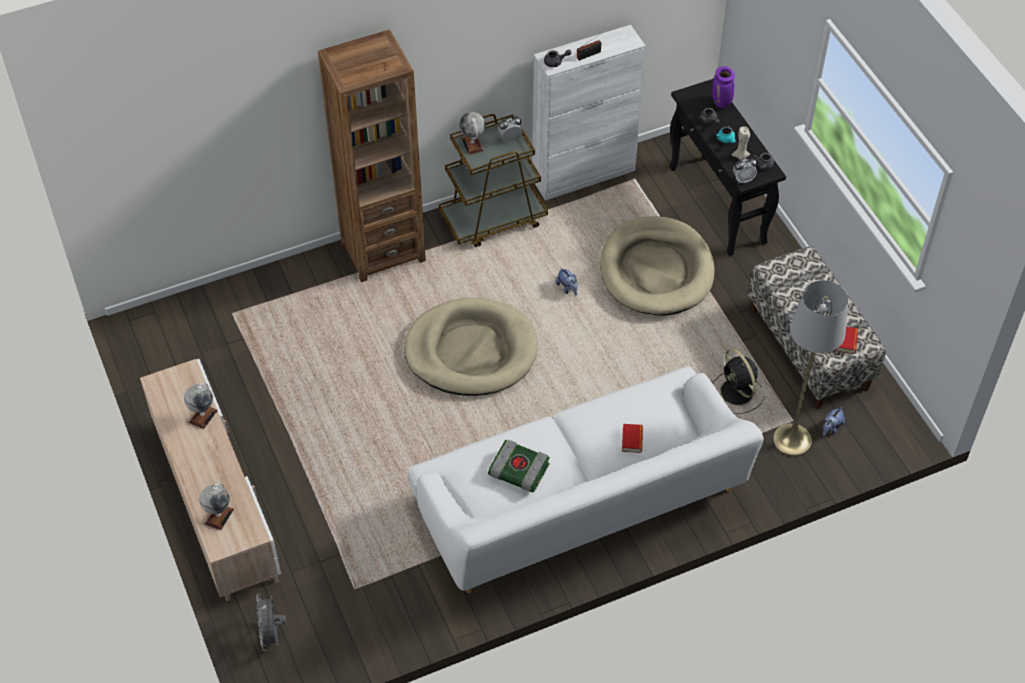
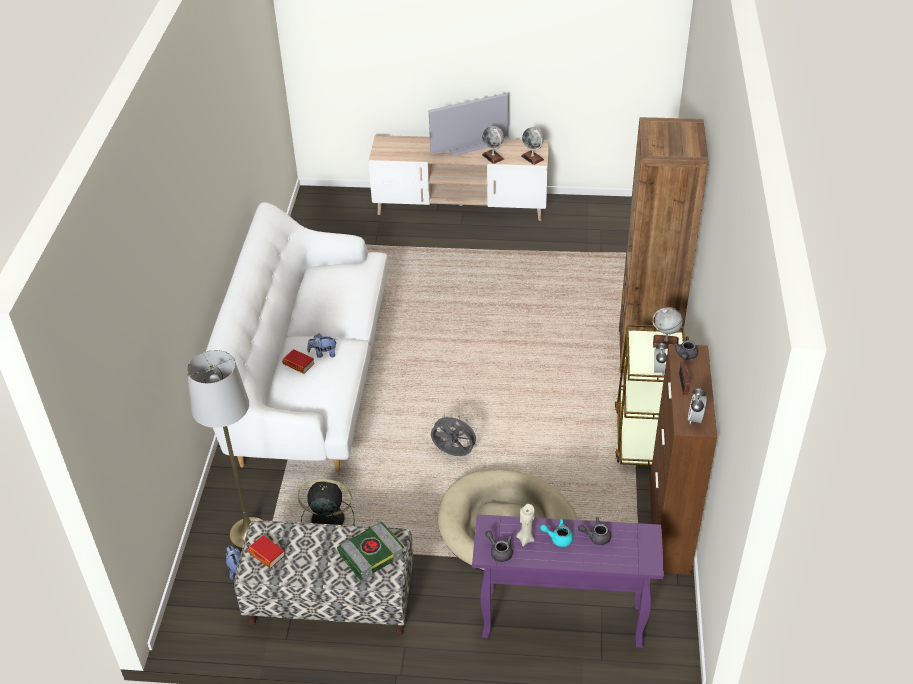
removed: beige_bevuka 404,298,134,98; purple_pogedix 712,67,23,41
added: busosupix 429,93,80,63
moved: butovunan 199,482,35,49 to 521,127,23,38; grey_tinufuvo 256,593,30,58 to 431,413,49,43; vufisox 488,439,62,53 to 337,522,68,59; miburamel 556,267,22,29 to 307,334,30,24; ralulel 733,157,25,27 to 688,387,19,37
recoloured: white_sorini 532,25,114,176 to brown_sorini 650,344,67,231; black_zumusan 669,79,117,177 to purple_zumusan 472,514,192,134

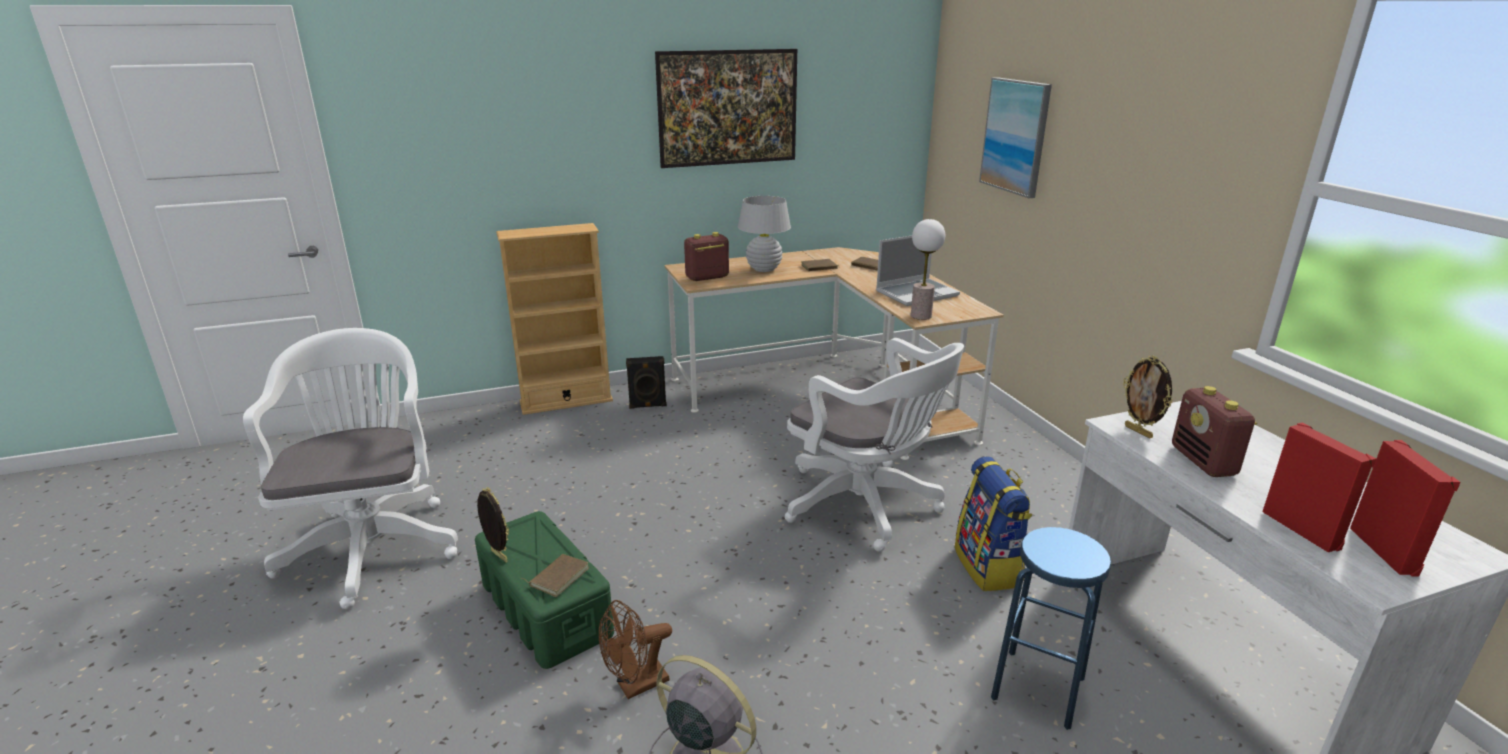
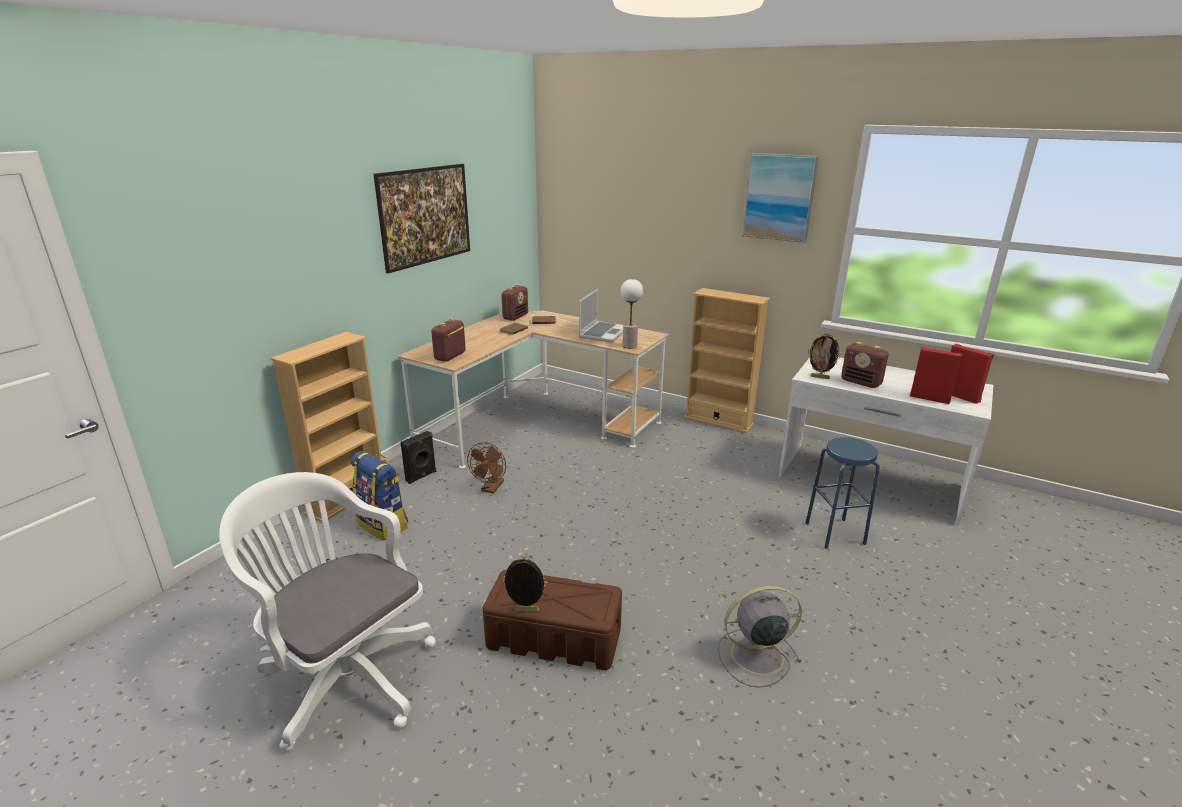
removed: brown_vufisox 521,554,68,43; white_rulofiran 738,196,53,76; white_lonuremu 785,338,179,214
added: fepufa 501,284,27,37; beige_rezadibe 684,288,86,145
moved: brown_tinufuvo 599,600,73,99 to 467,442,39,51; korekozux 955,456,77,135 to 351,451,57,89; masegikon 979,77,73,121 to 742,153,77,90
recoloured: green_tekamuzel 475,511,139,158 to brown_tekamuzel 483,570,139,100

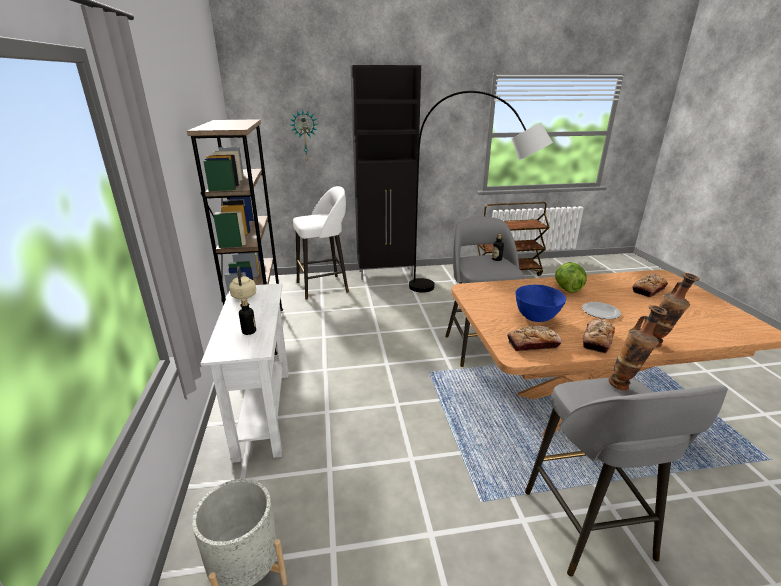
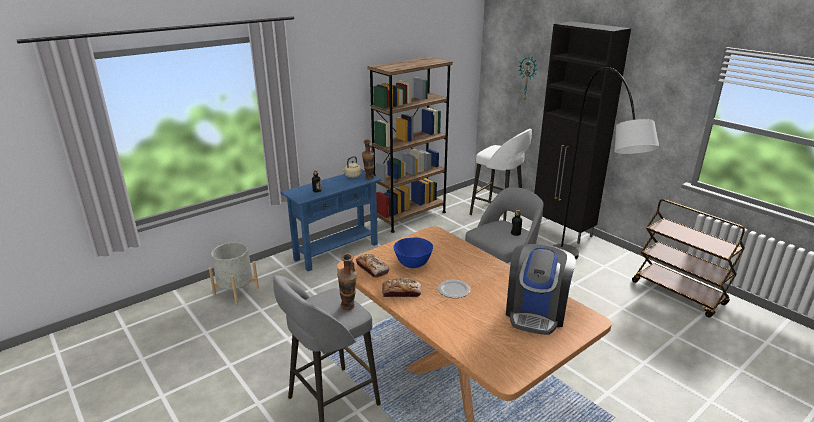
removed: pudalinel 555,262,32,31
moved: pogedix 653,273,47,74 to 362,140,12,39
replaced: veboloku 632,274,36,23 to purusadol 506,244,70,91
recoloured: white_zumusan 200,283,89,180 to blue_zumusan 281,169,100,102

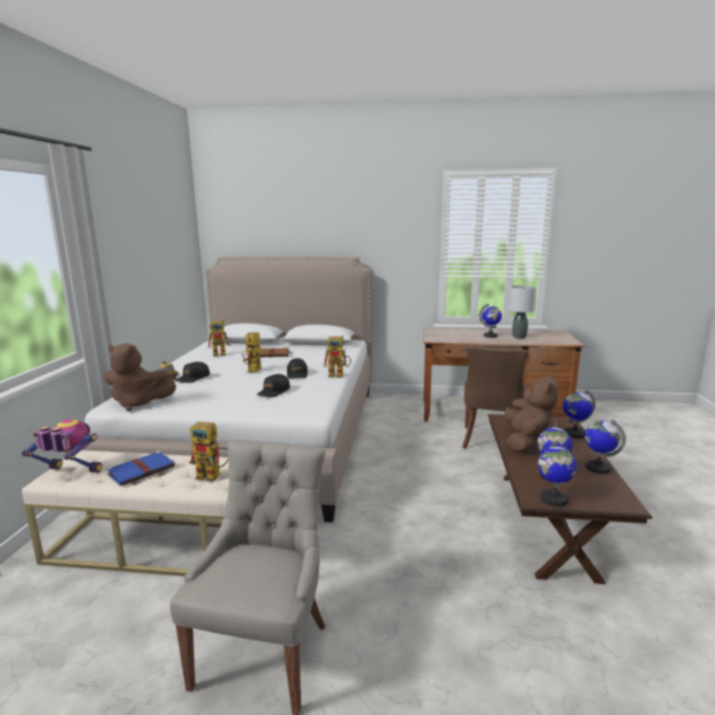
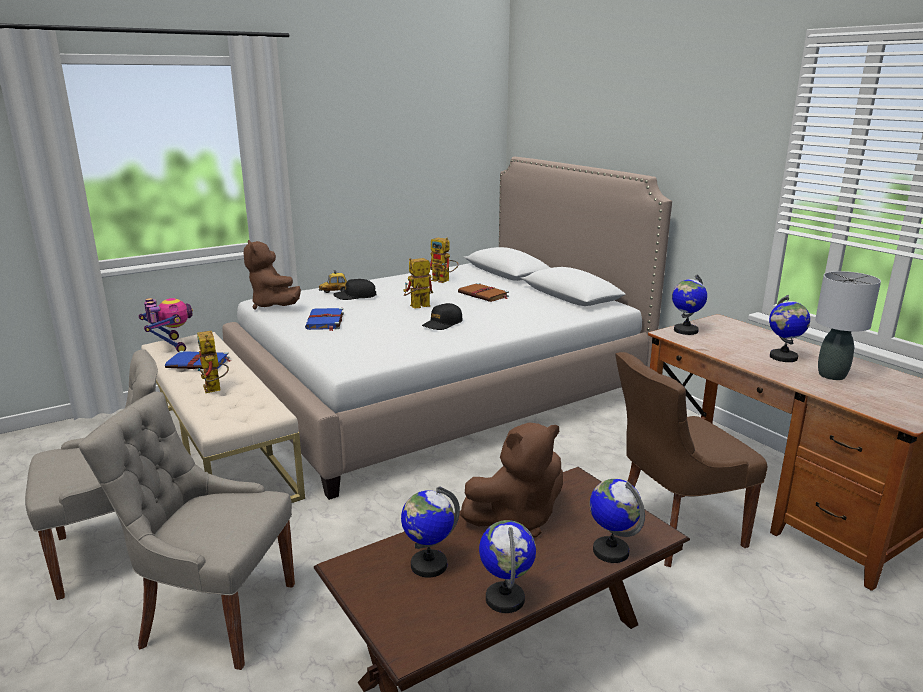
removed: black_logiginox 257,374,33,23; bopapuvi 323,335,28,43
added: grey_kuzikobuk 78,392,217,278; blue_vufisox 305,308,39,23
moved: butovunan 538,441,39,66 to 672,275,35,60

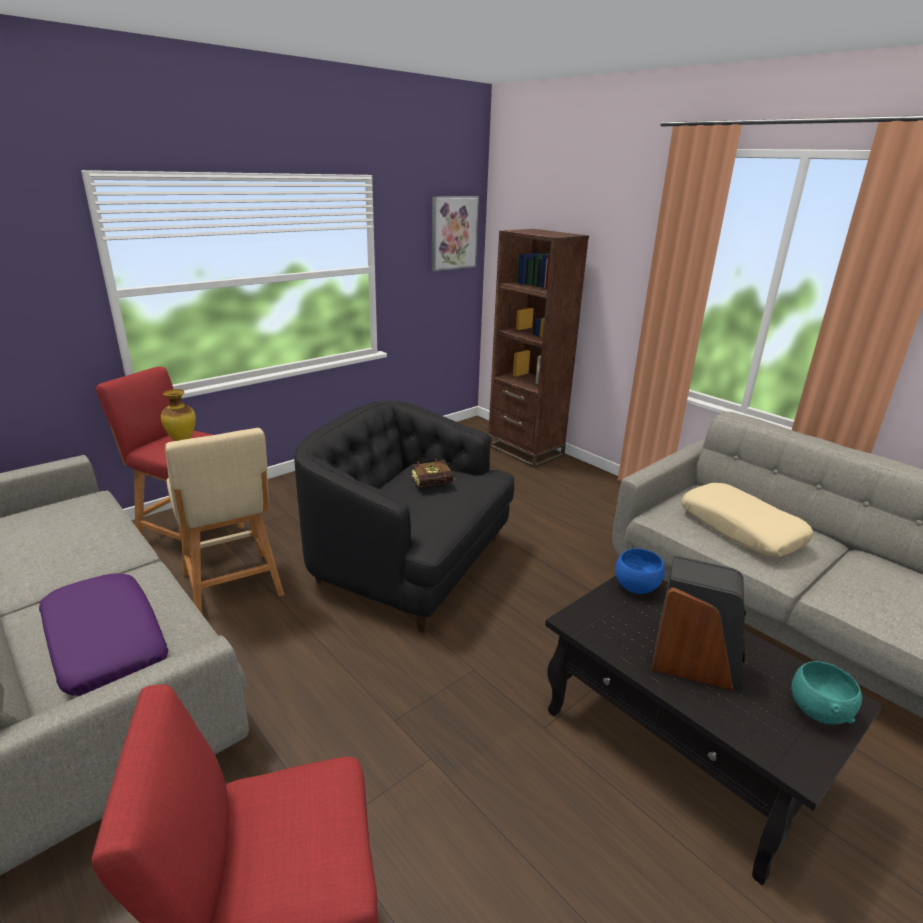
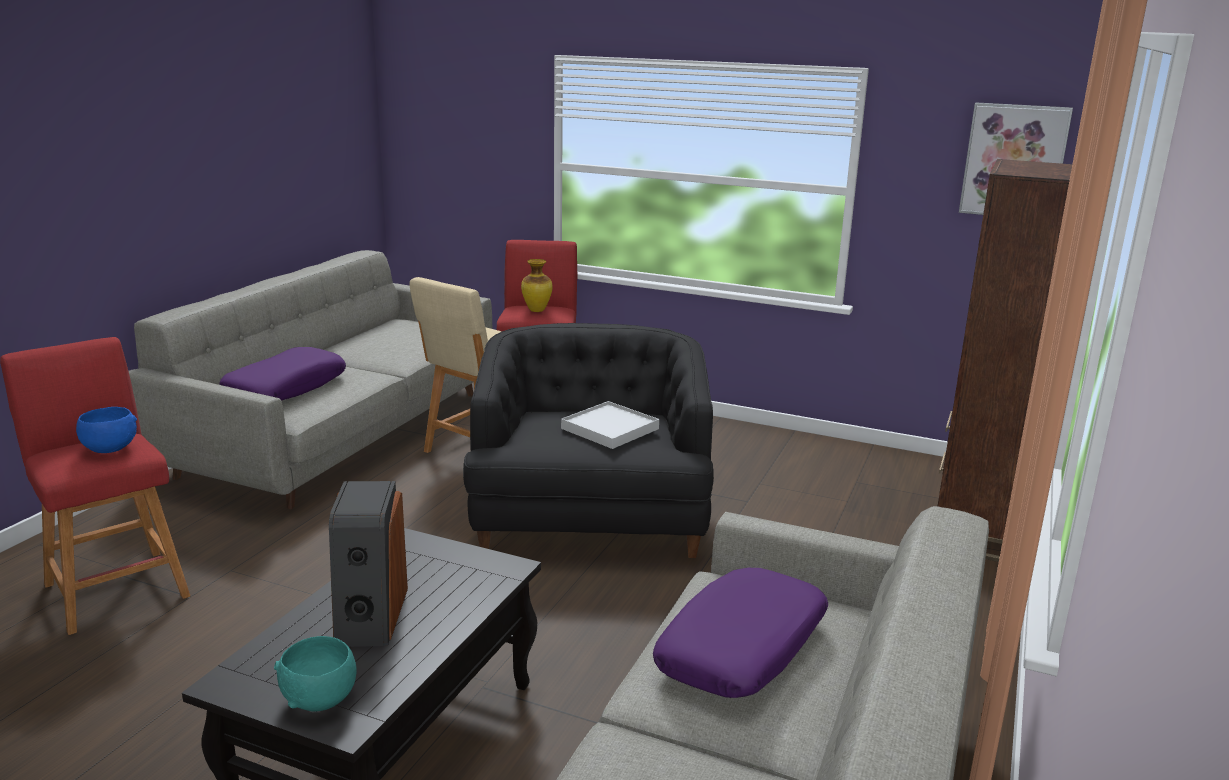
moved: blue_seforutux 615,549,50,45 to 76,407,61,46
replaced: vufisox 412,459,41,28 to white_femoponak 561,401,98,48
recoloured: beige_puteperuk 681,483,132,74 to purple_puteperuk 653,568,175,130

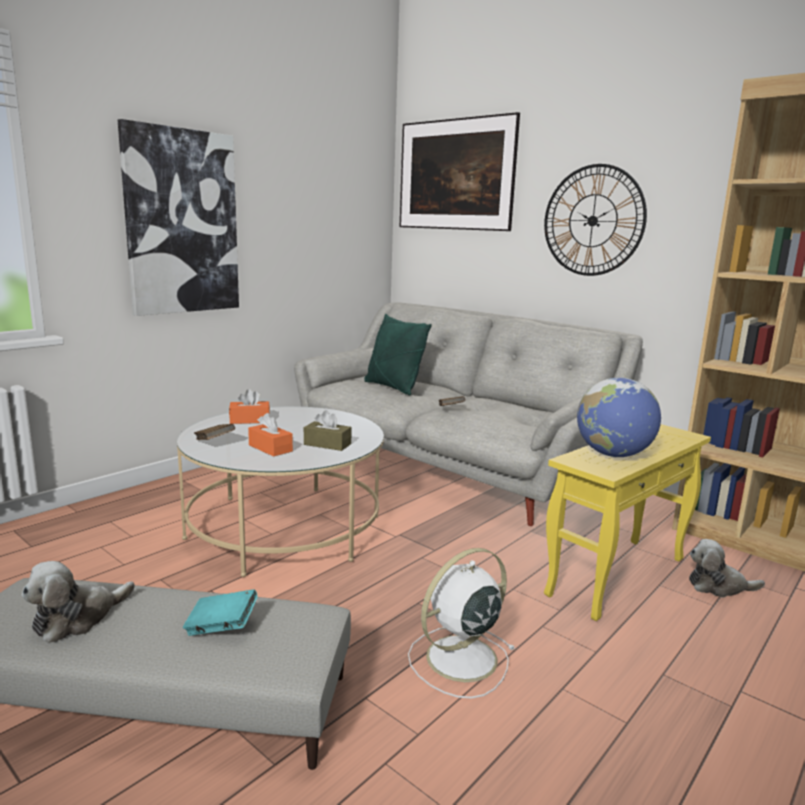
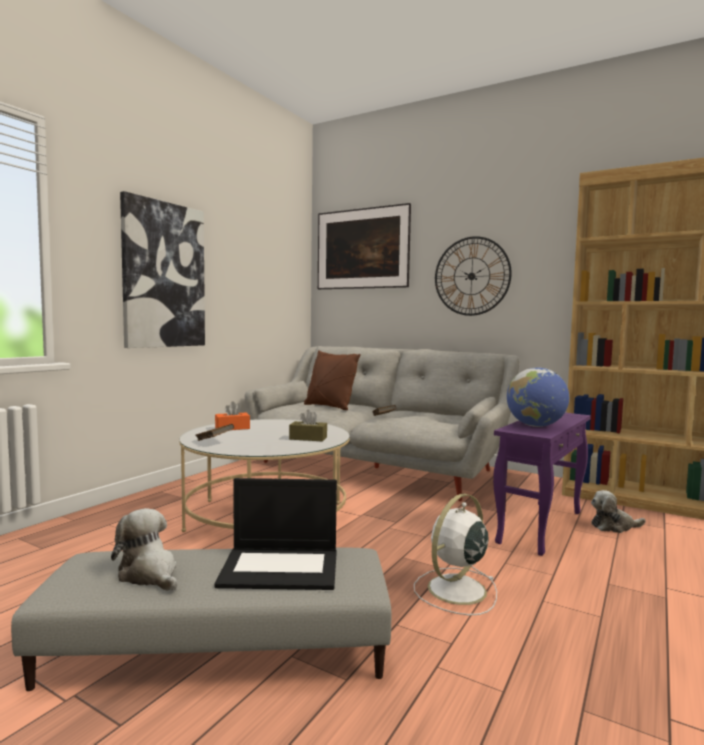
removed: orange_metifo 248,413,45,44
replaced: turquoise_vufisox 183,589,75,47 to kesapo 214,478,123,112
recoloured: green_puteperuk 364,314,68,81 to brown_puteperuk 304,350,57,60; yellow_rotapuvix 544,424,167,197 to purple_rotapuvix 493,413,98,143
turned: miburamel 21,561,114,82 = 111,508,66,83 105 degrees clockwise

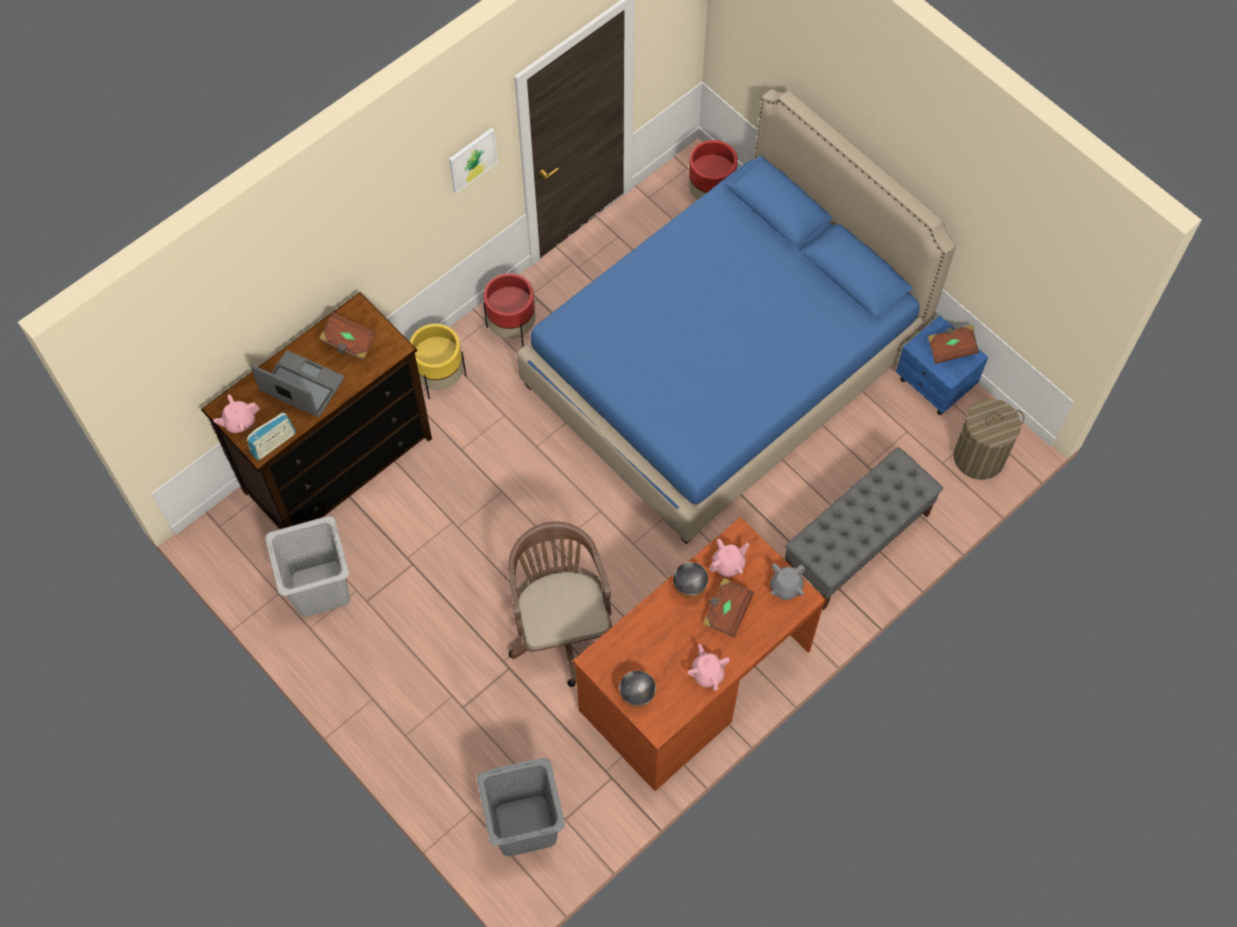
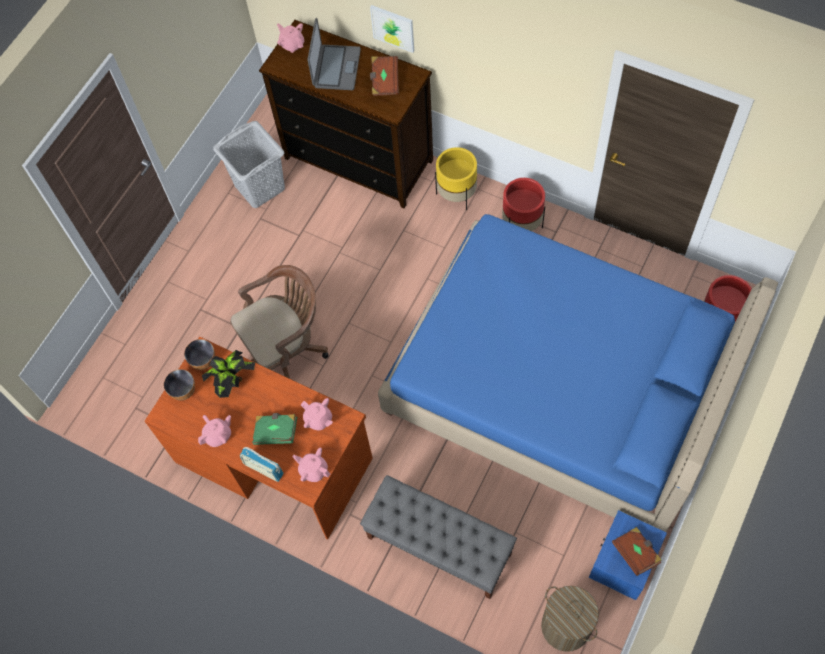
removed: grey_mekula 477,758,88,99
added: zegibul 202,350,53,48
moved: fepufa 247,412,49,48 to 240,447,44,35; masegikon 449,128,49,65 to 370,5,44,48; seforutux 673,562,35,37 to 184,339,31,31
recoloured: brown_vufisox 703,578,51,60 to green_vufisox 252,413,45,32; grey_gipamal 770,563,35,37 to pink_gipamal 292,448,38,34

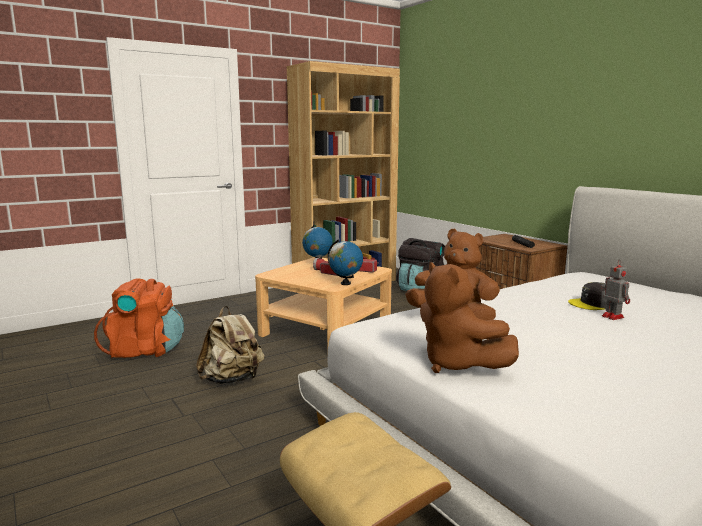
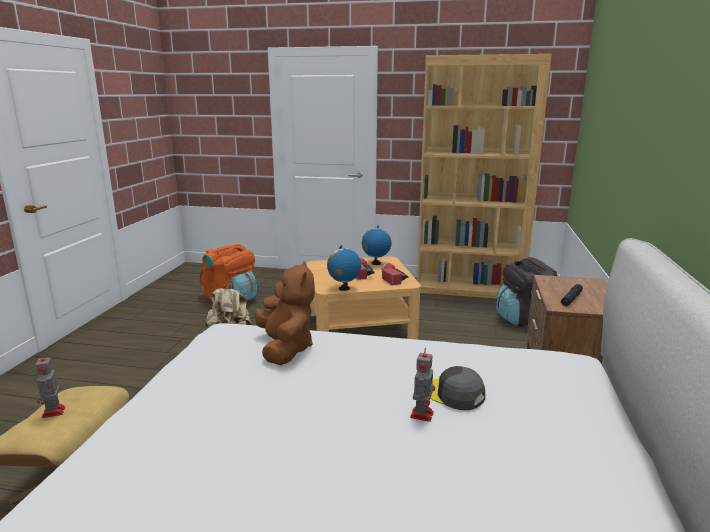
removed: brown_miburamel 420,262,99,111
added: bopapuvi 35,355,30,63

